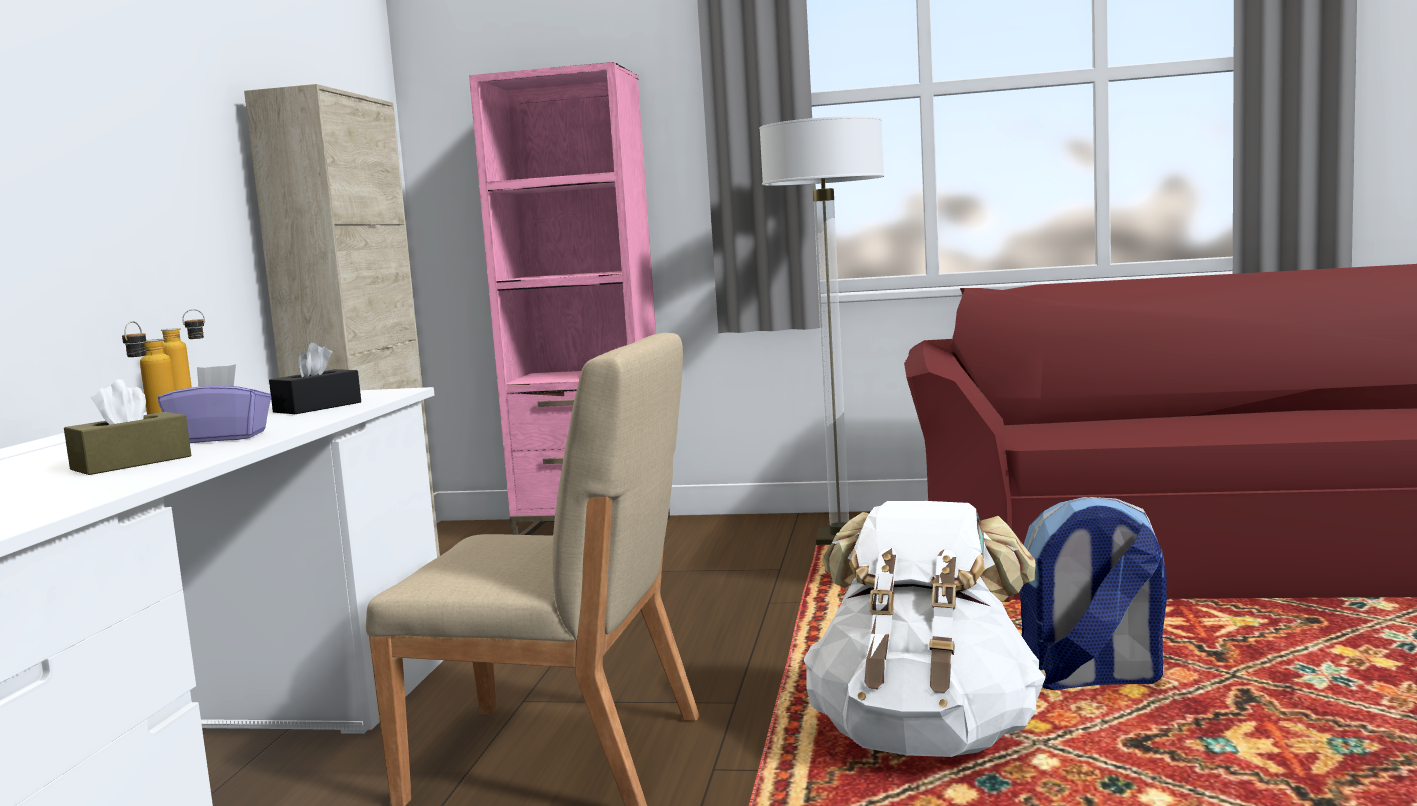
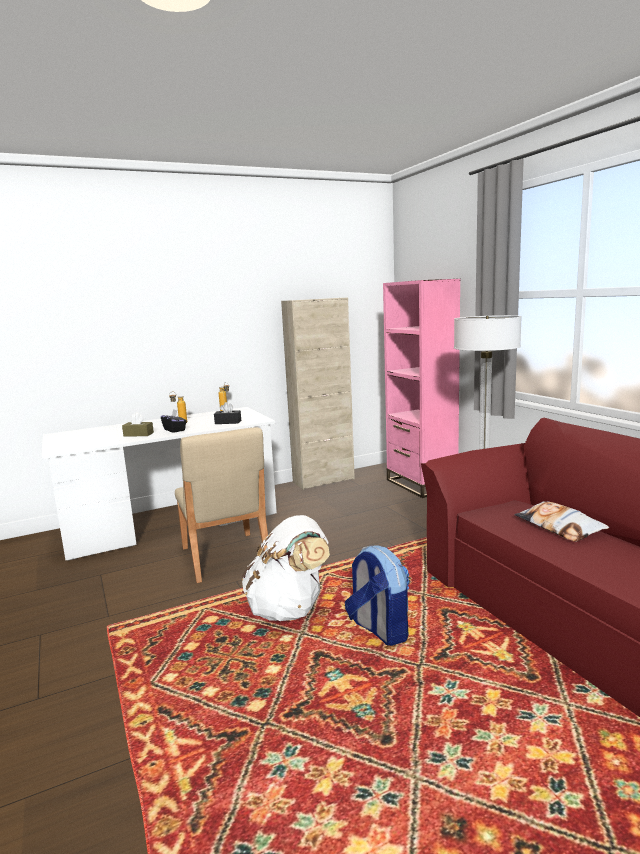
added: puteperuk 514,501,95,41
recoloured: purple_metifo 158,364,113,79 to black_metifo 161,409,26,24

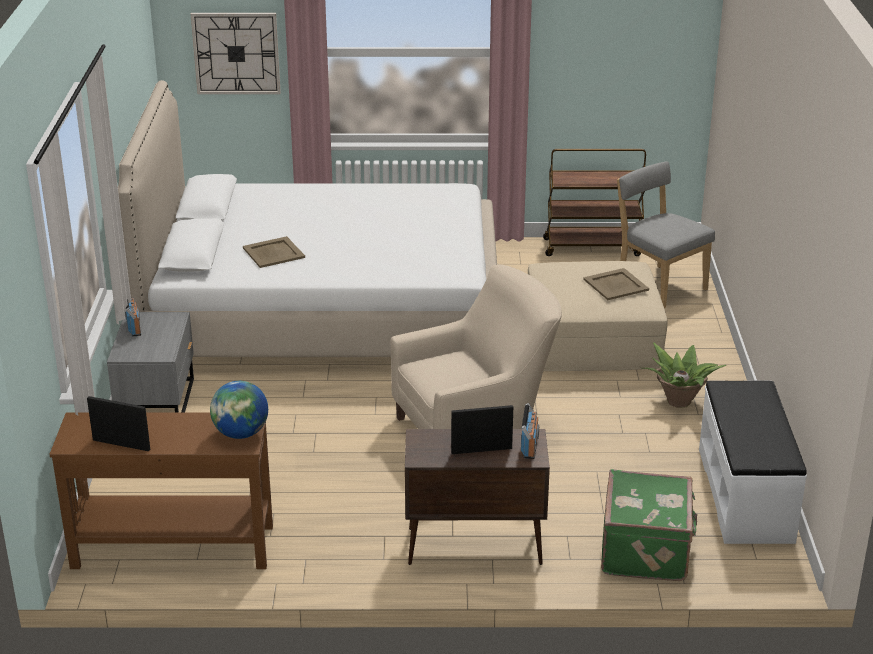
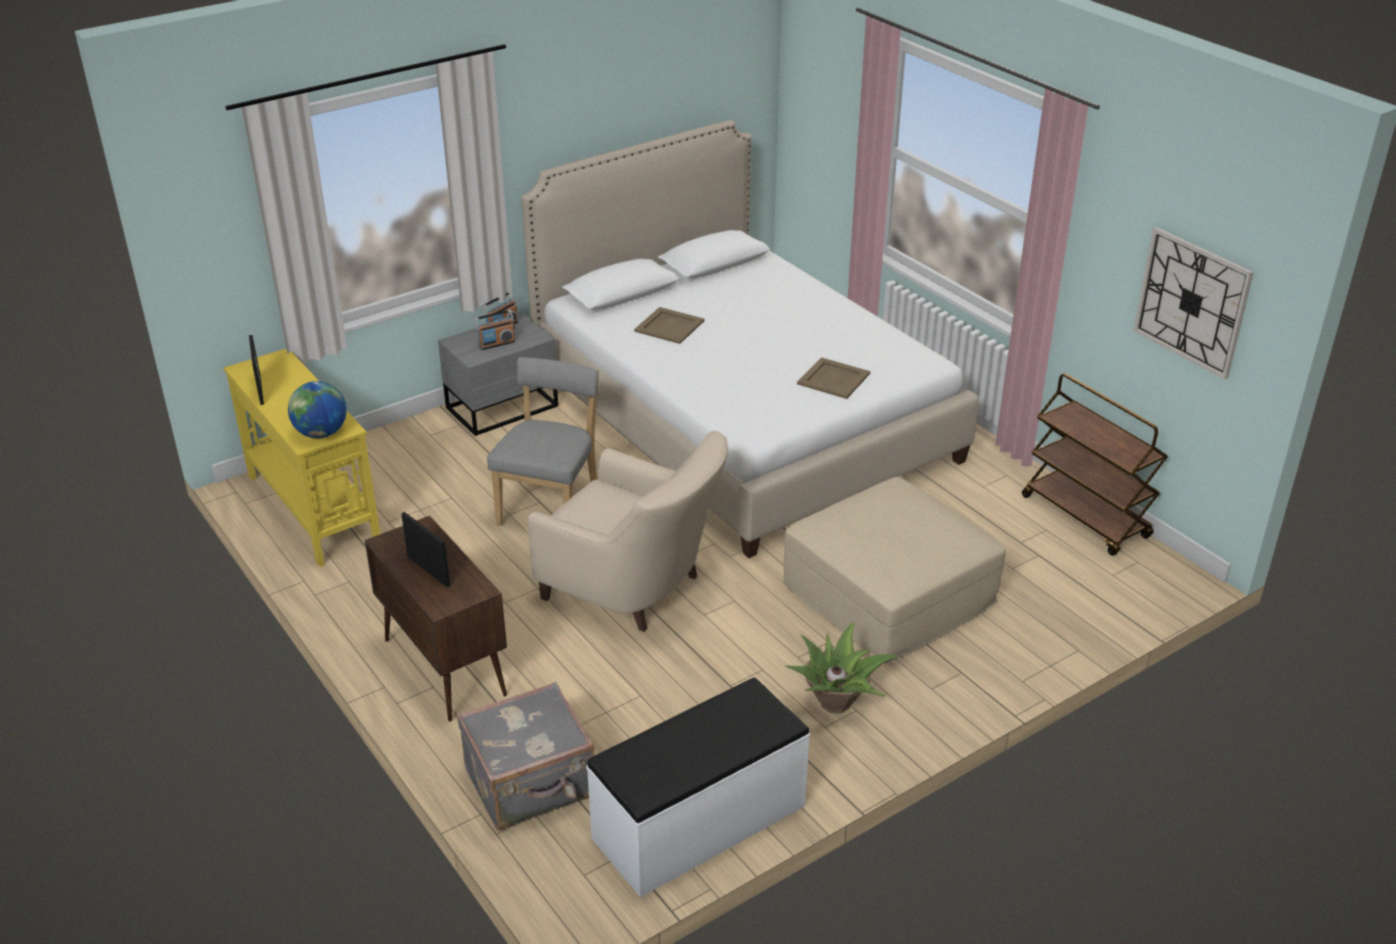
moved: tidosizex 191,13,90,81 to 1134,227,120,152; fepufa 521,403,18,56 to 474,310,41,40; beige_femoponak 583,268,66,32 to 797,357,73,42; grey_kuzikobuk 617,161,98,147 to 487,357,112,169
recoloured: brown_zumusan 49,413,224,156 to yellow_zumusan 224,349,156,218; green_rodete 601,469,96,112 to grey_rodete 457,682,137,148

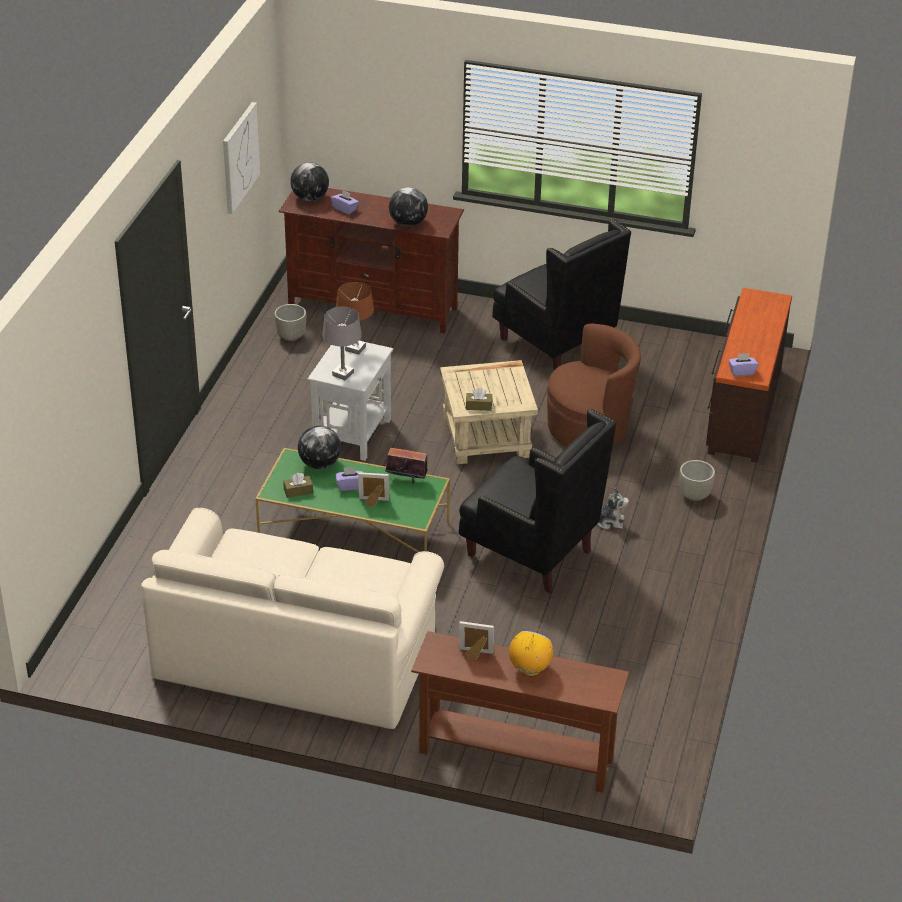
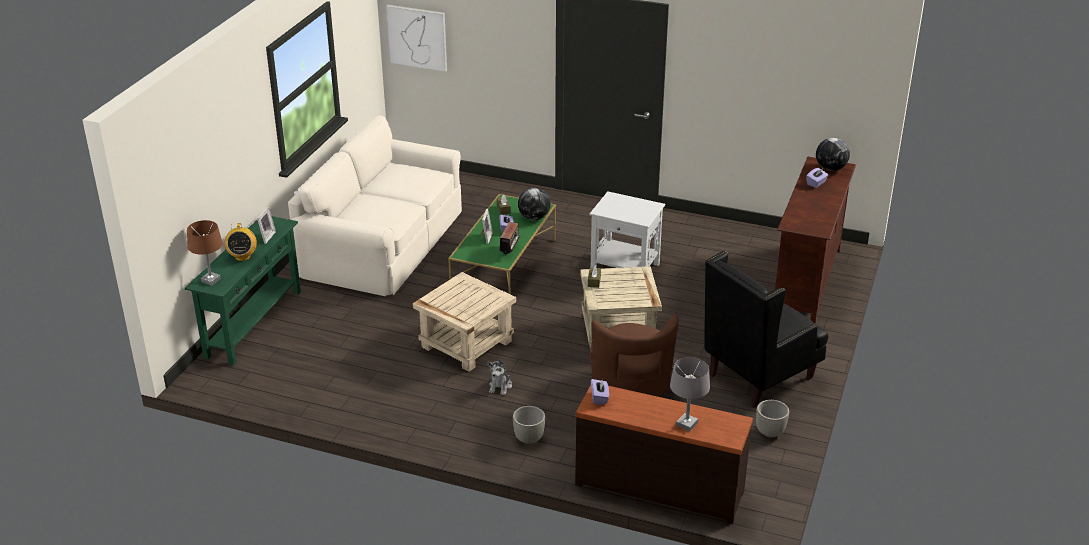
removed: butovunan 389,187,39,40
moved: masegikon 223,102,38,112 to 386,5,61,67; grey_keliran 274,304,32,37 to 756,400,33,38; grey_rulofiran 322,307,40,73 to 670,357,40,74; brown_rulofiran 336,282,38,73 to 187,220,36,66
replaced: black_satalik 459,409,158,184 to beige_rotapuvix 413,272,103,100
recoloured: brown_zumusan 411,631,218,162 to green_zumusan 185,216,116,149
turned: fepufa 509,631,44,45 = 225,223,32,38 60 degrees clockwise

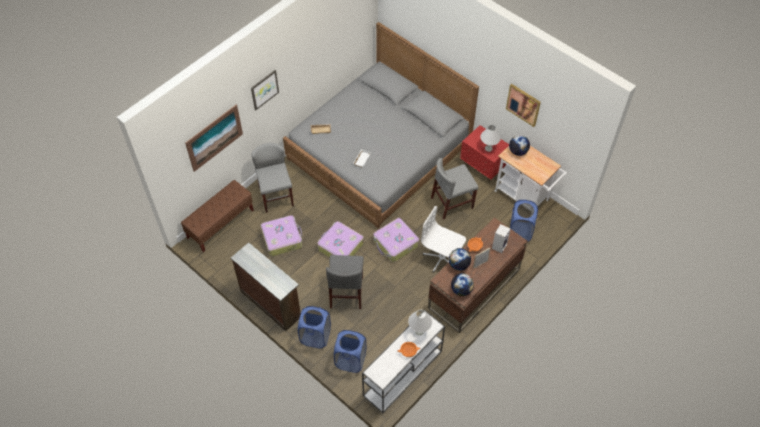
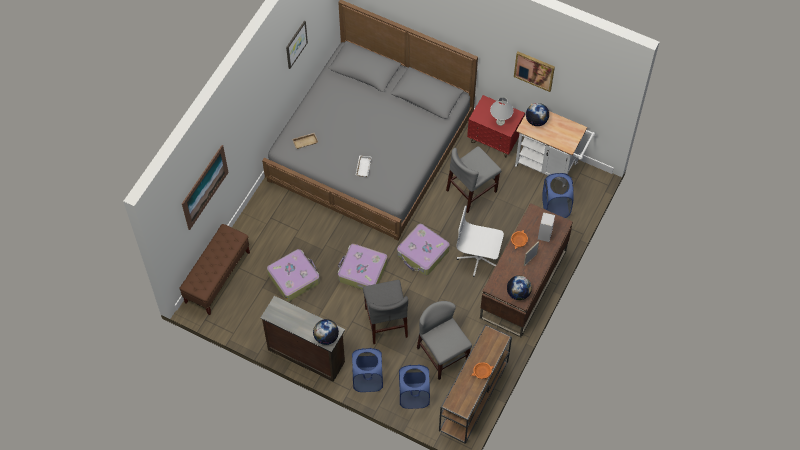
removed: white_rulofiran 408,310,24,25
moved: masegikon 251,70,28,40 to 286,20,22,49; grey_kuzikobuk 251,143,43,70 to 417,301,55,79; butovunan 449,248,22,23 to 313,319,26,26
recoloured: white_zumusan 362,310,83,103 to brown_zumusan 439,324,73,120

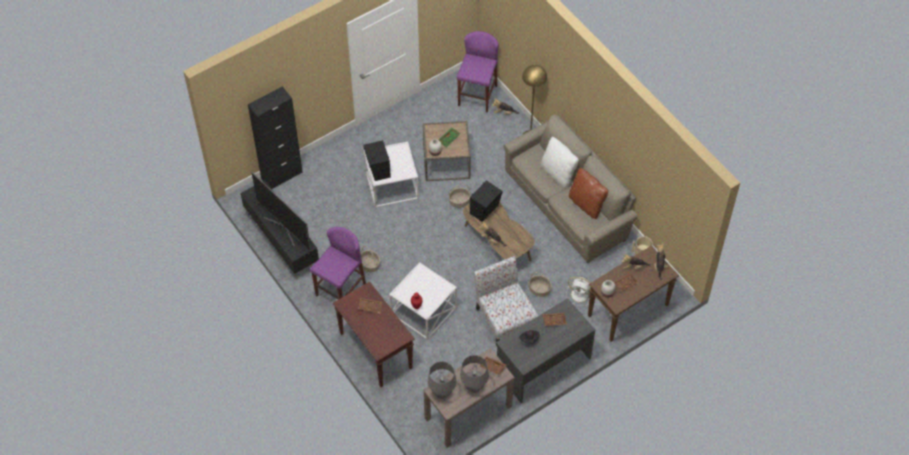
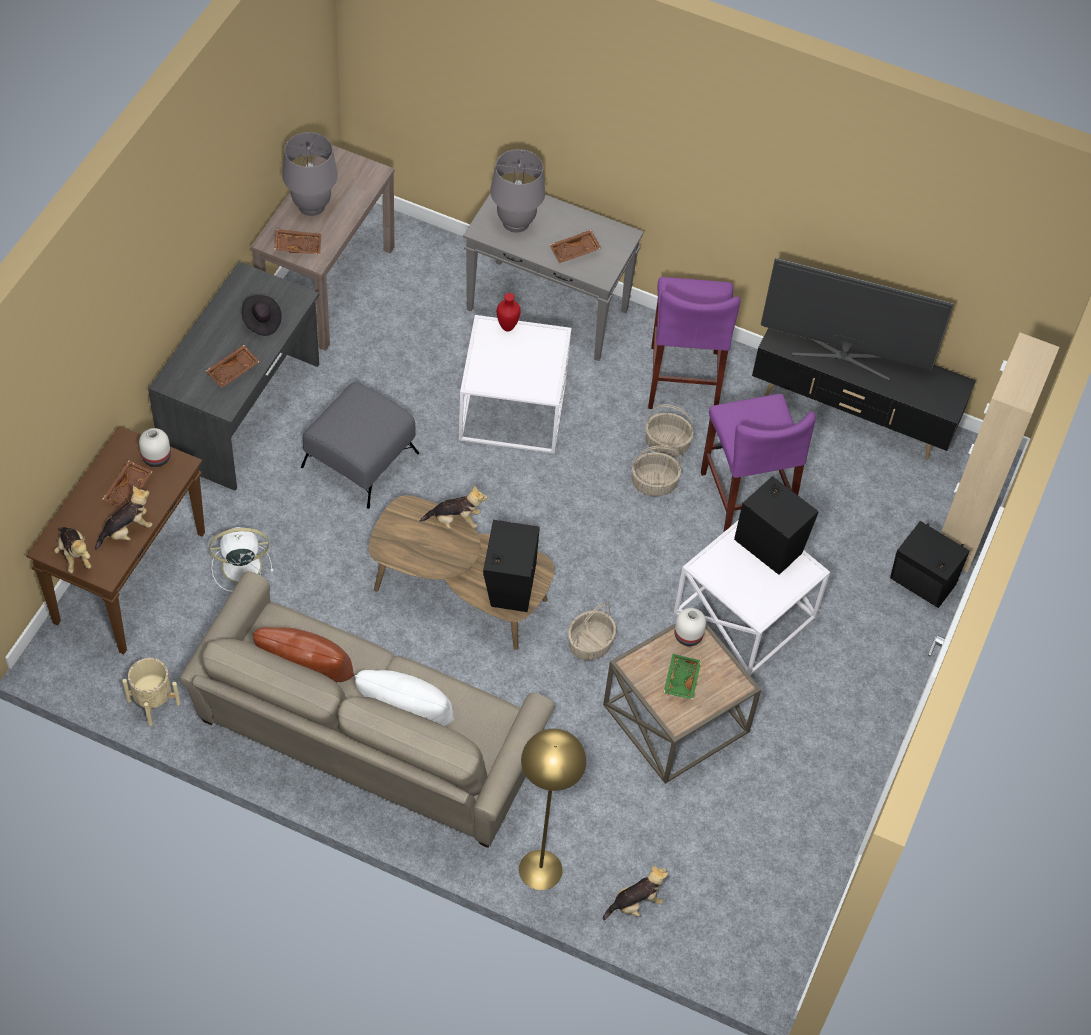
added: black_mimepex 890,521,80,87
moved: grey_rulofiran 428,361,29,38 to 490,149,55,84; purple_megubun 456,31,42,82 to 701,394,115,138; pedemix 529,272,23,25 to 632,446,49,51
replaced: kuzikobuk 474,256,64,90 to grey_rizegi 301,382,118,127
recoloured: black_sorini 248,86,55,103 to beige_sorini 941,332,118,240; brown_zumusan 333,282,82,105 to grey_zumusan 463,179,181,182

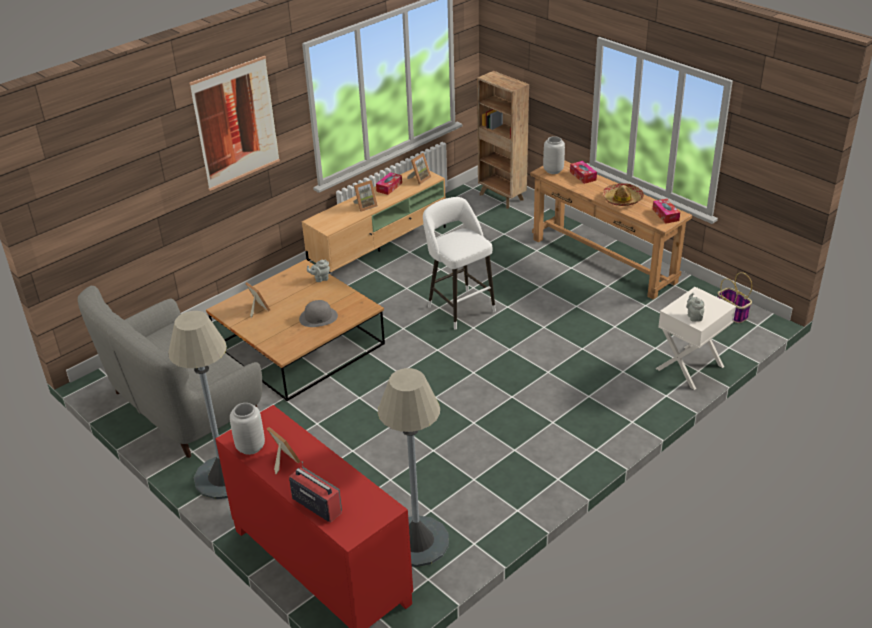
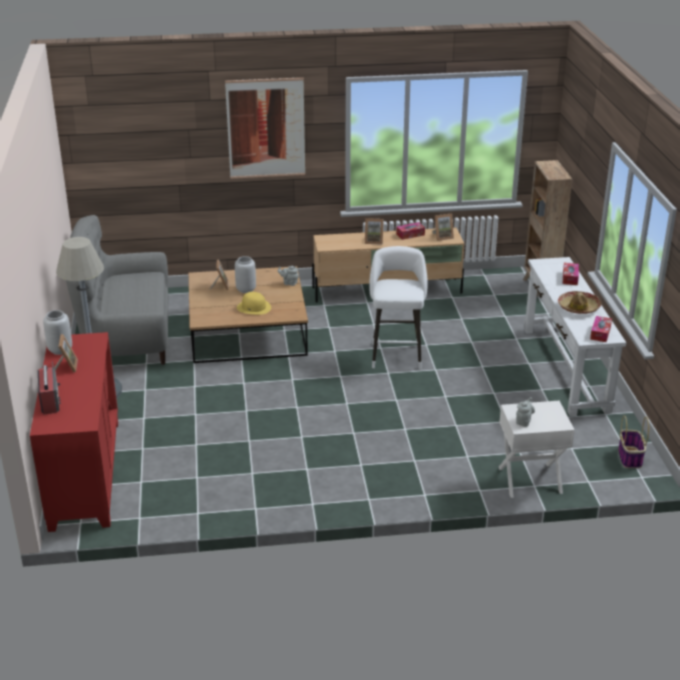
removed: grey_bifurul 378,368,71,199
moved: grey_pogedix 543,136,22,38 to 235,256,21,37
recoloured: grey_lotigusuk 299,300,39,27 to yellow_lotigusuk 237,292,34,23; brown_zumusan 530,160,162,140 to white_zumusan 524,257,103,159

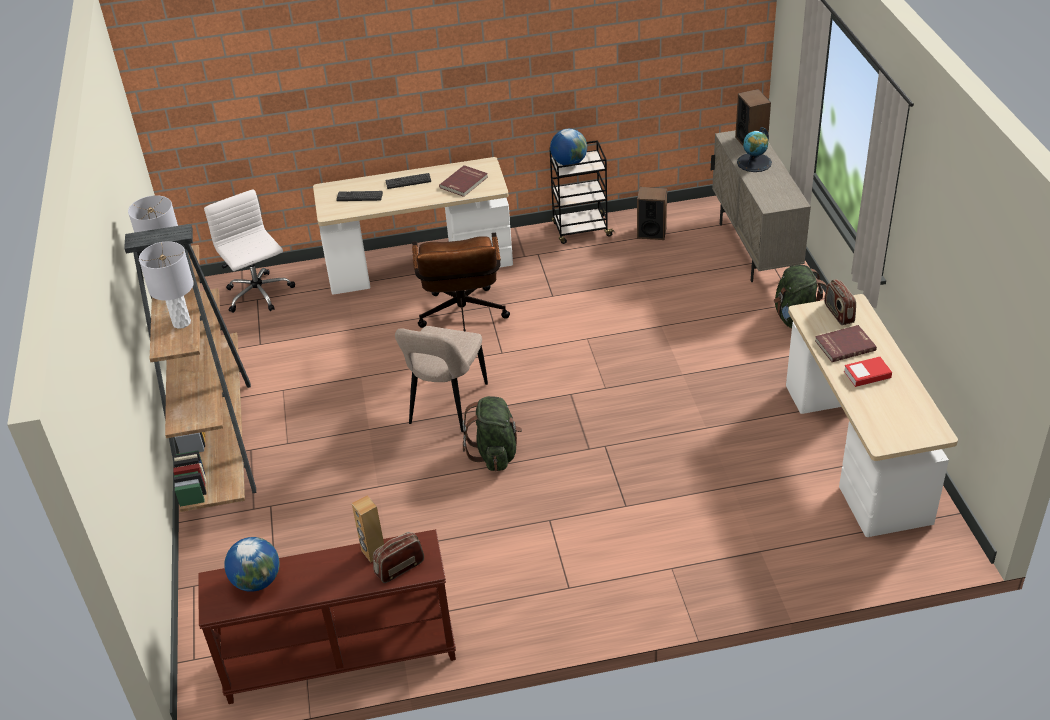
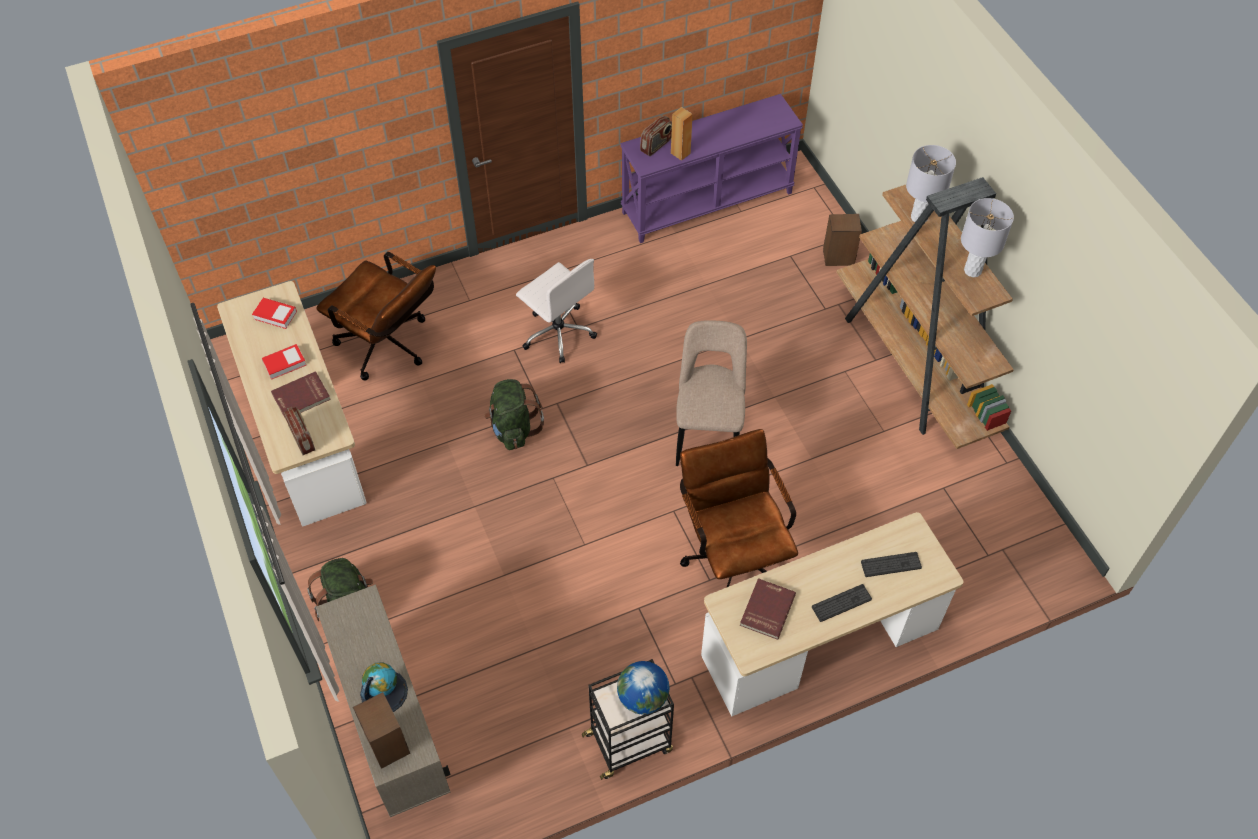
removed: butovunan 224,537,56,55
added: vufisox 252,298,45,31; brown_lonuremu 317,252,119,129
moved: white_lonuremu 204,189,91,124 to 516,259,81,104; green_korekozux 462,396,60,75 to 484,379,60,71; mimepex 637,187,30,53 to 823,214,39,52
recoloured: brown_zumusan 198,529,258,175 to purple_zumusan 620,94,183,149

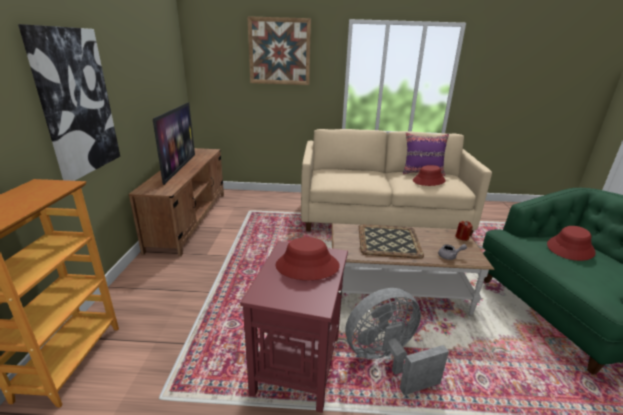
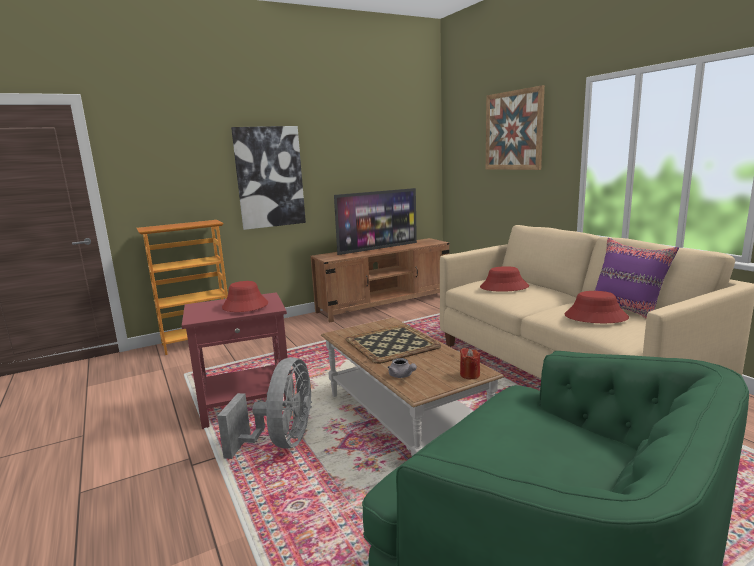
moved: red_lotigusuk 547,226,49,35 to 480,266,49,26
turned: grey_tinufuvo 345,288,104,107 = 217,357,95,102 60 degrees clockwise

